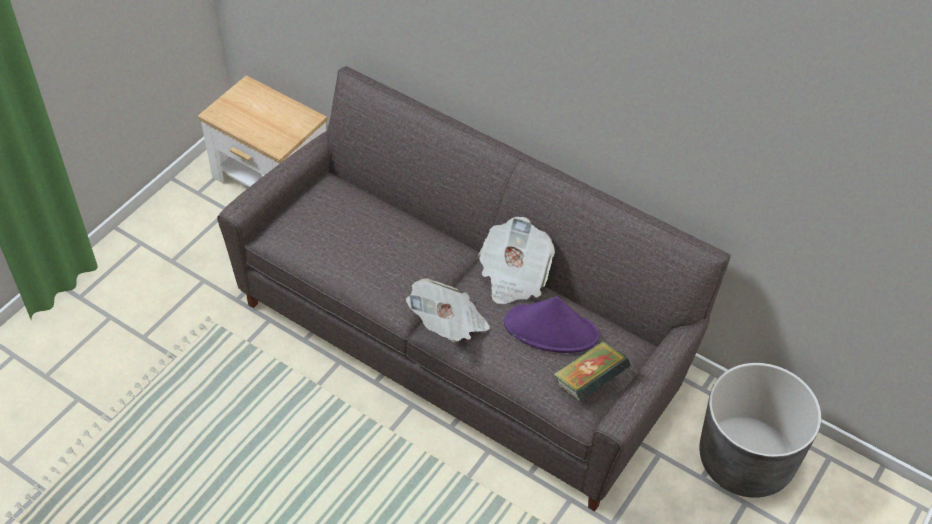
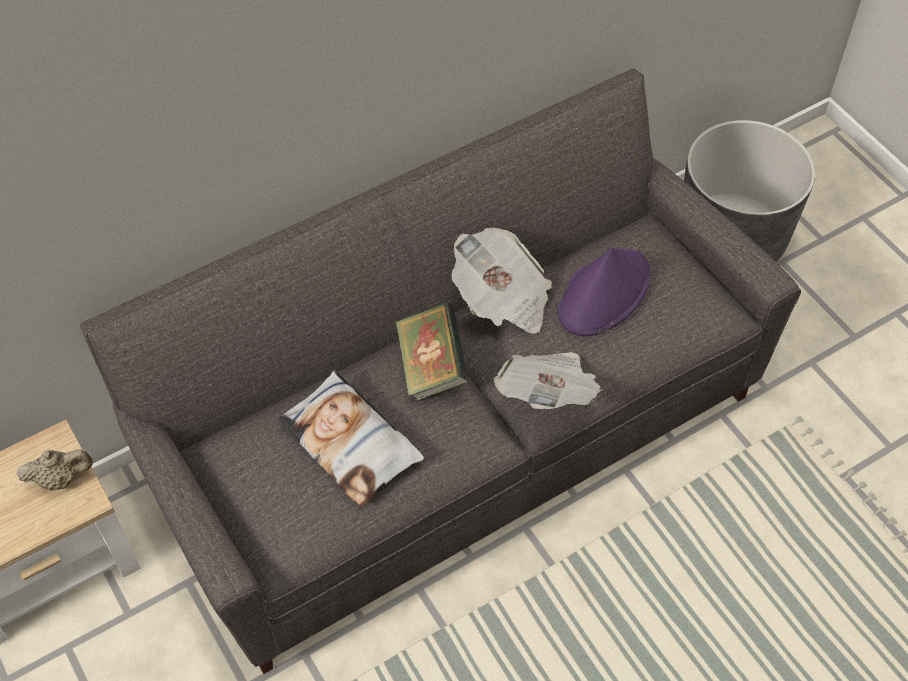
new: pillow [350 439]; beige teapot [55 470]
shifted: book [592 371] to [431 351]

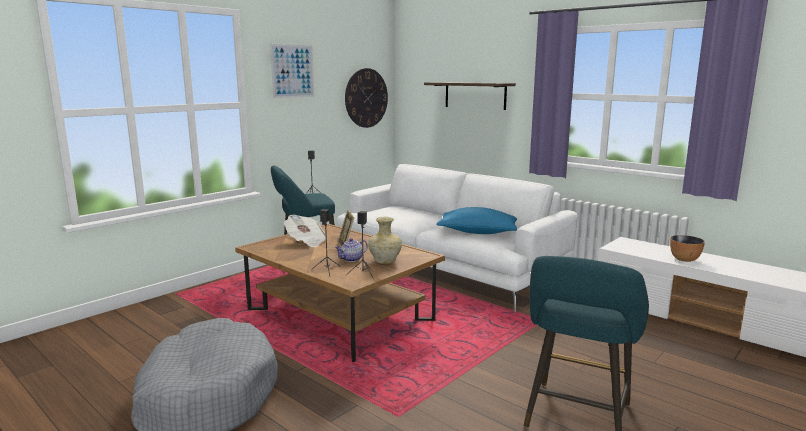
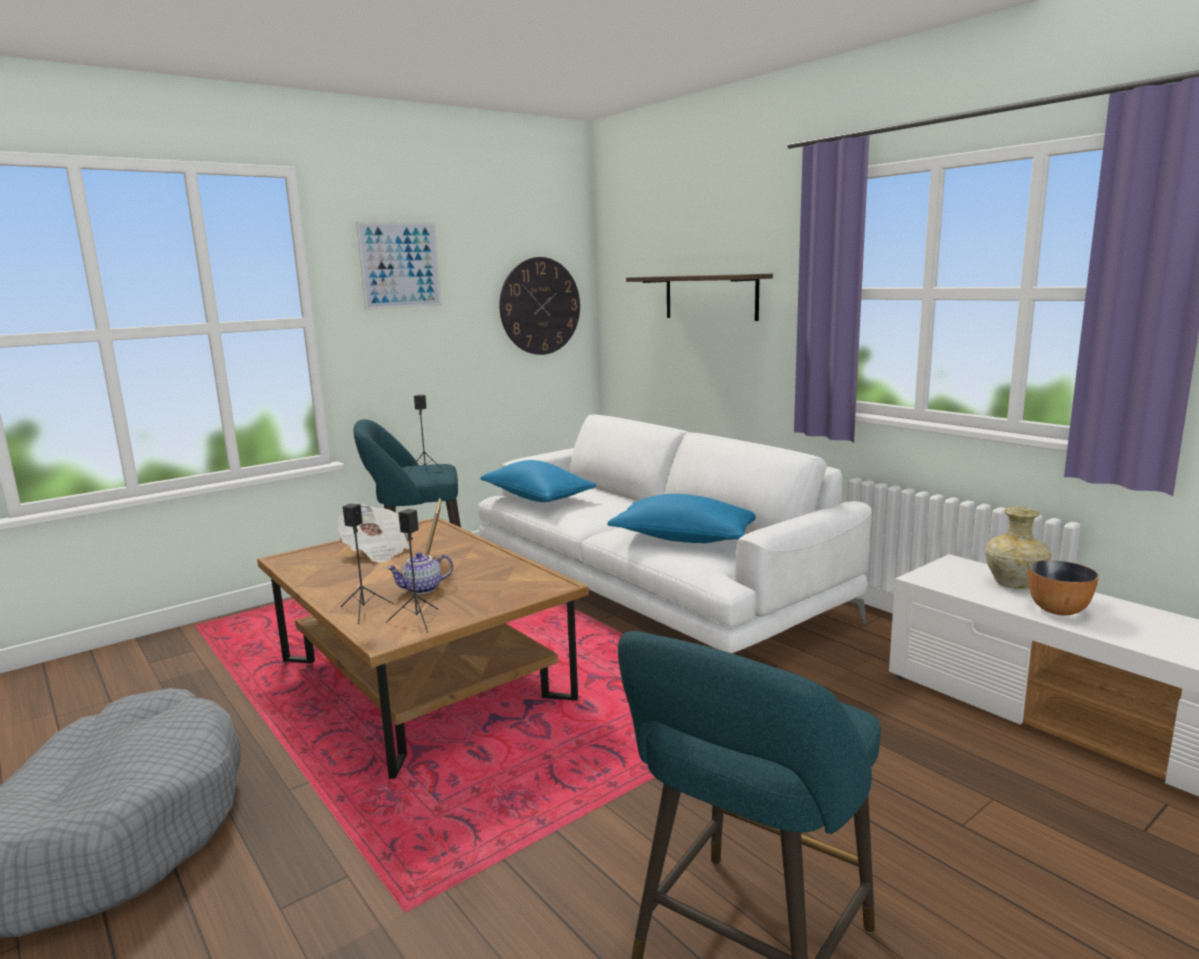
new: blue pillow [538 481]
shifted: beige vase [385 240] to [1018 548]

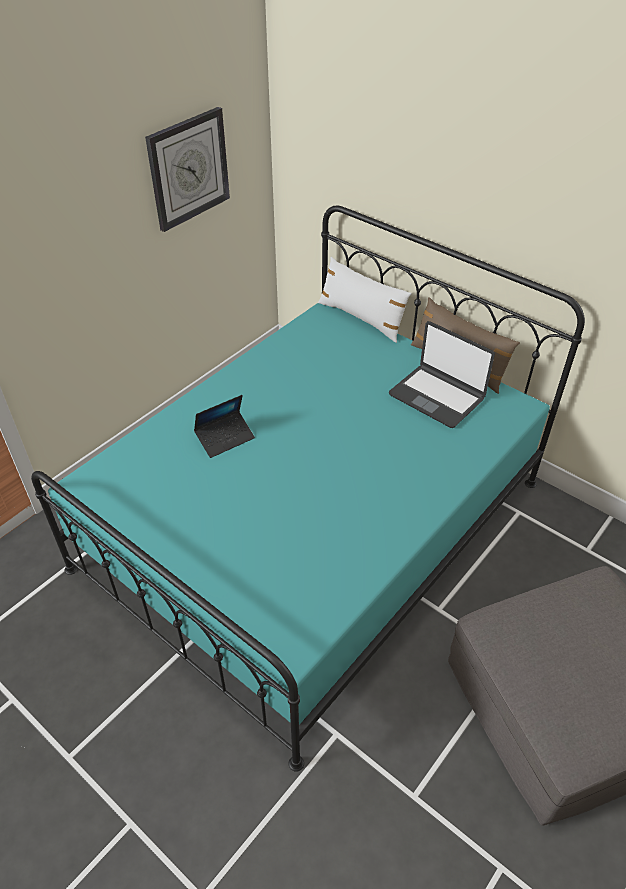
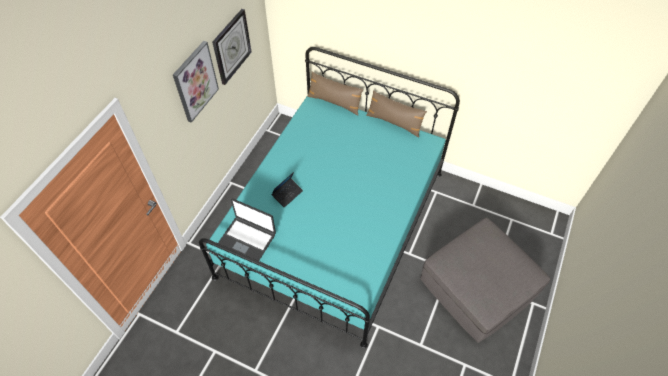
new: picture [196 82]
shifted: laptop [442 374] to [247 230]
repainted: white pillow [365 300] to brown pillow [335 93]

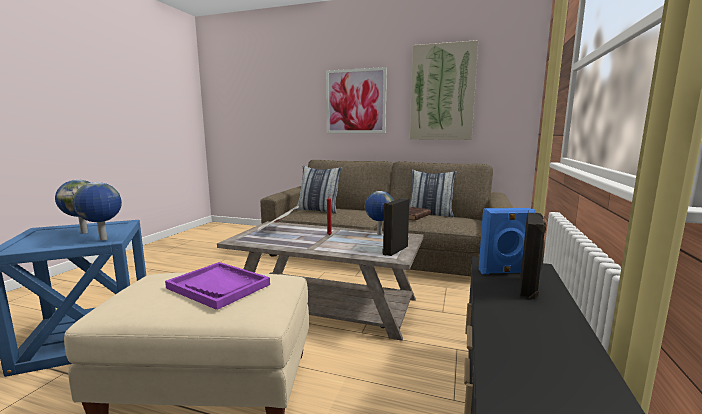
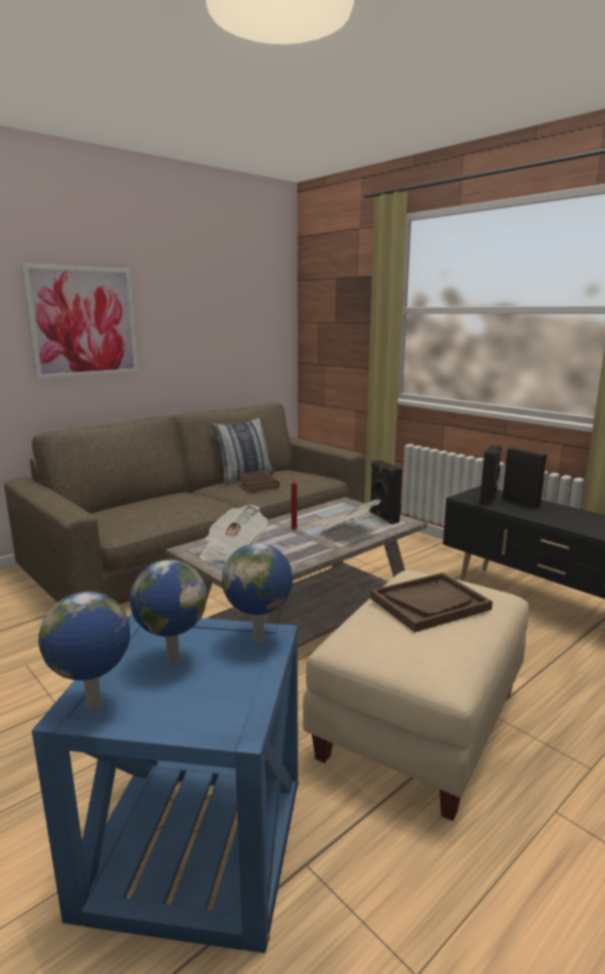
gone: picture [444 90]; pillow [319 189]
new: newspaper [350 515]
shifted: globe [379 213] to [84 650]
repainted: blue speaker [507 241] to black speaker [491 475]; purple tray [217 286] to brown tray [431 602]

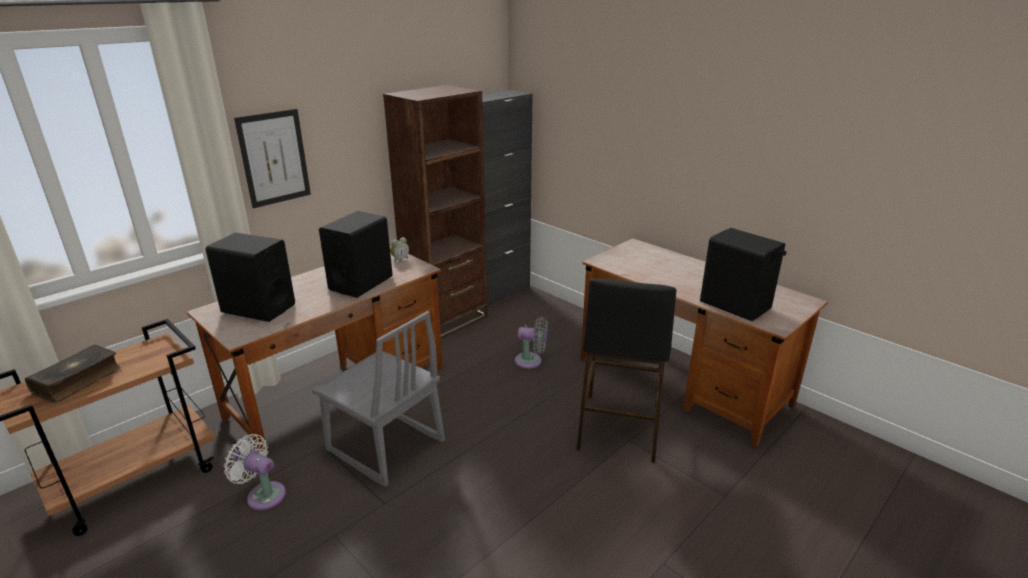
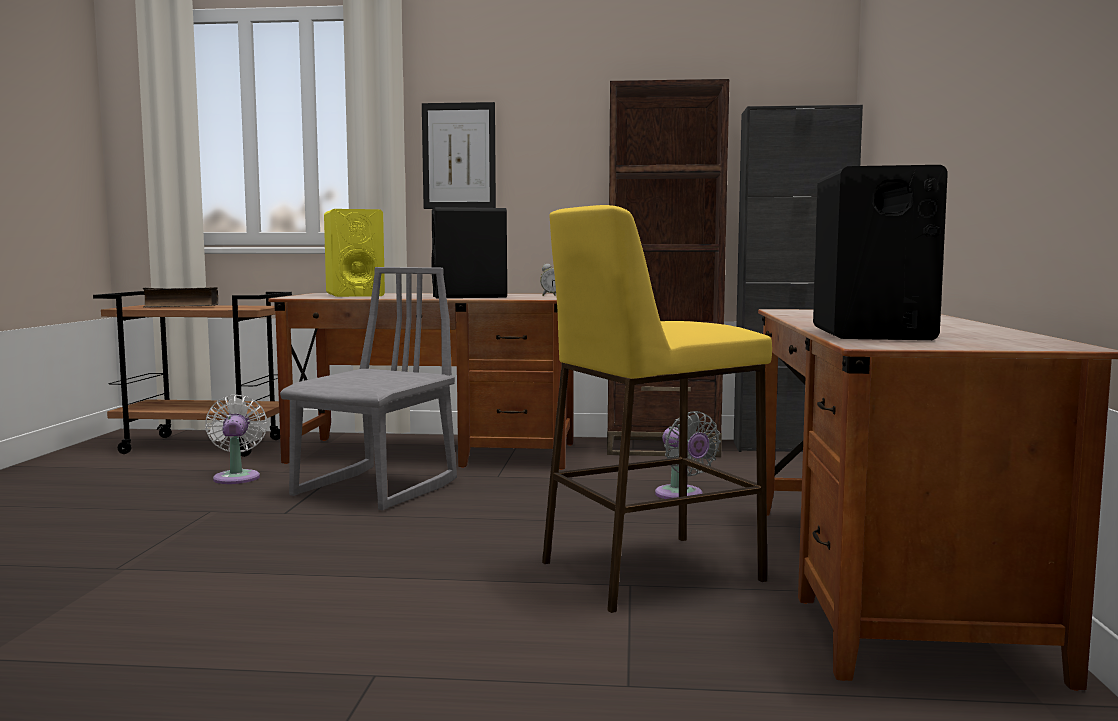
repainted: black speaker [250 277] to yellow speaker [354 253]; black stool [626 370] to yellow stool [657 409]
rotated: grey chair [378 399] = [368 388] 150 degrees counterclockwise

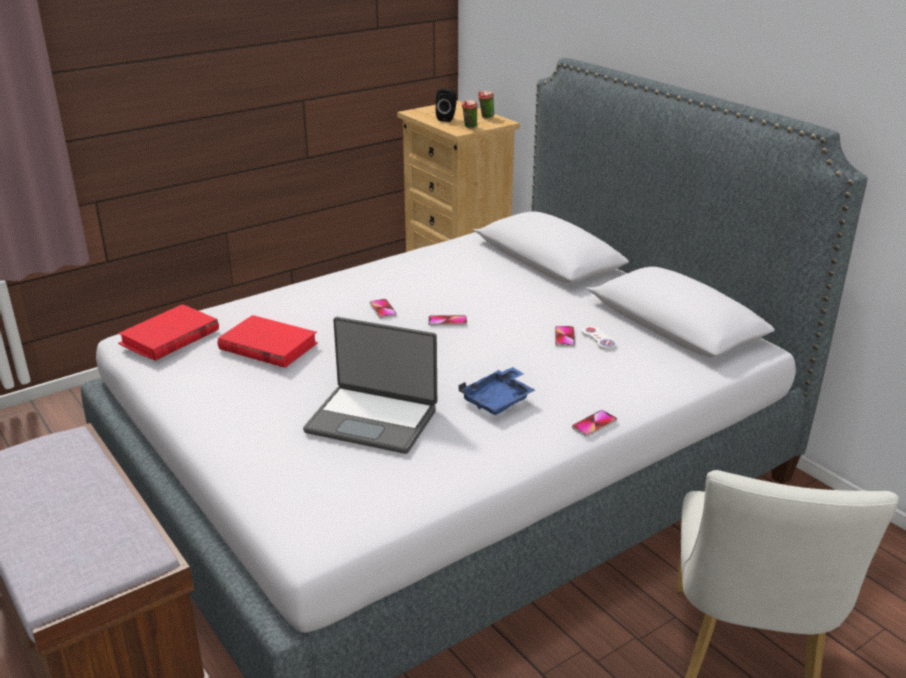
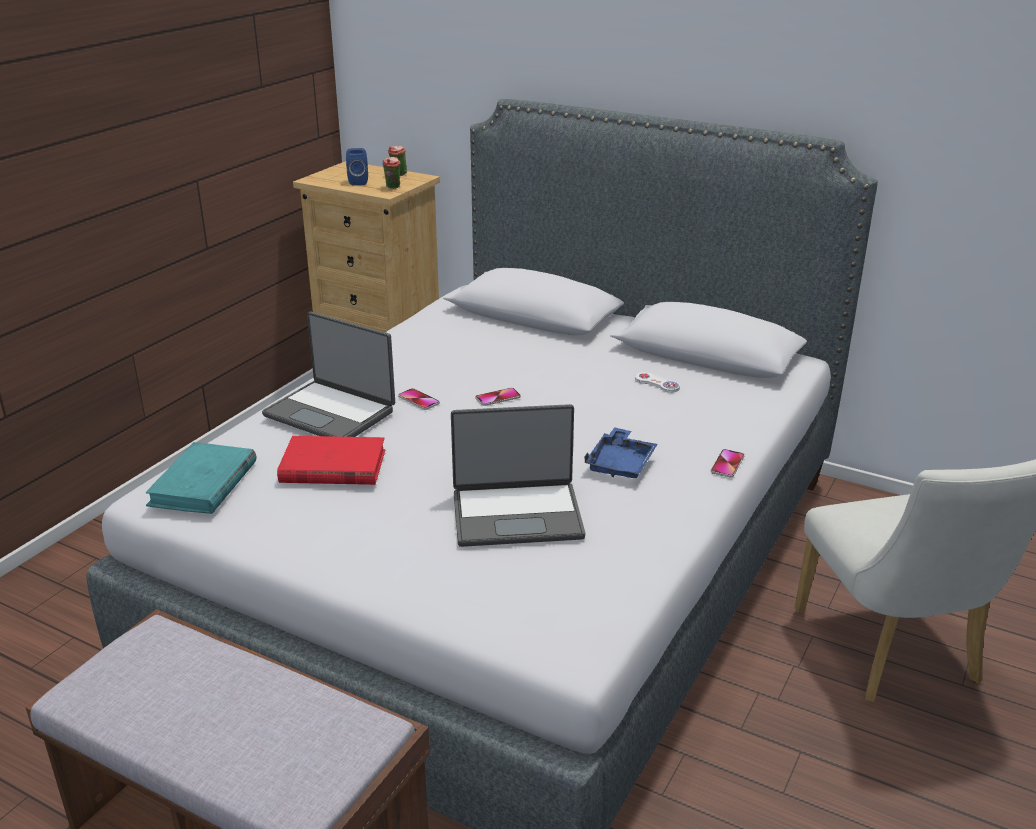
gone: phone [565 336]
new: laptop [328 374]
repainted: black speaker [446 105] to blue speaker [357 166]; red book [168 332] to turquoise book [201 478]

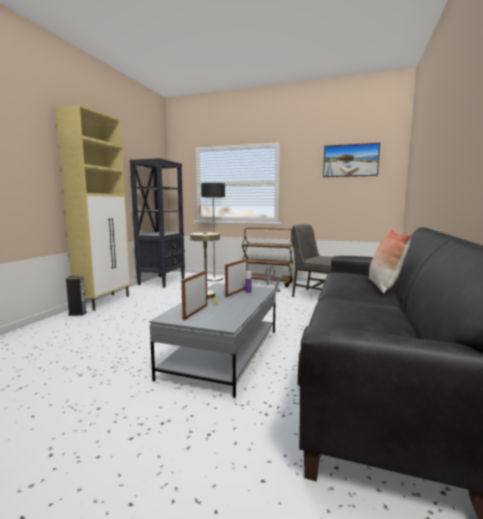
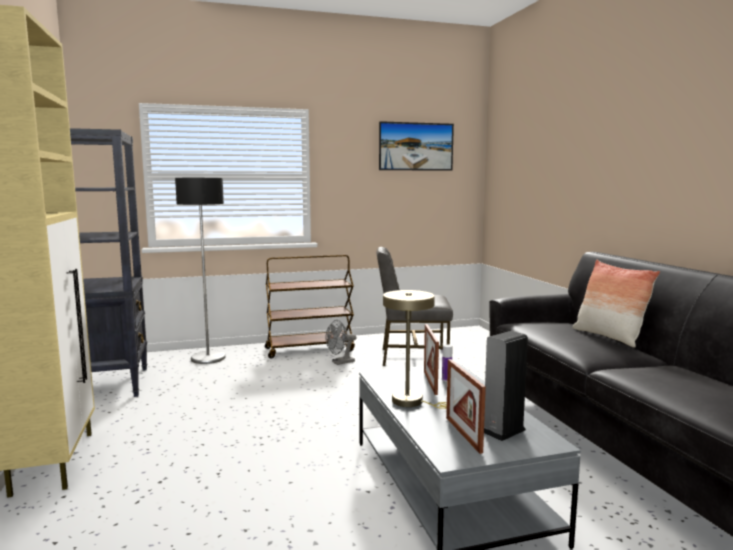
shifted: speaker [76 296] to [506 386]

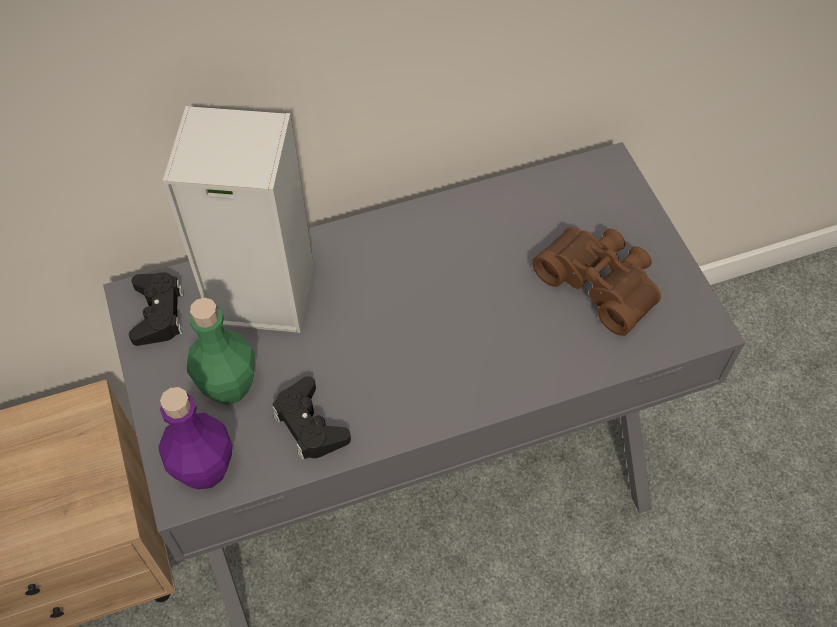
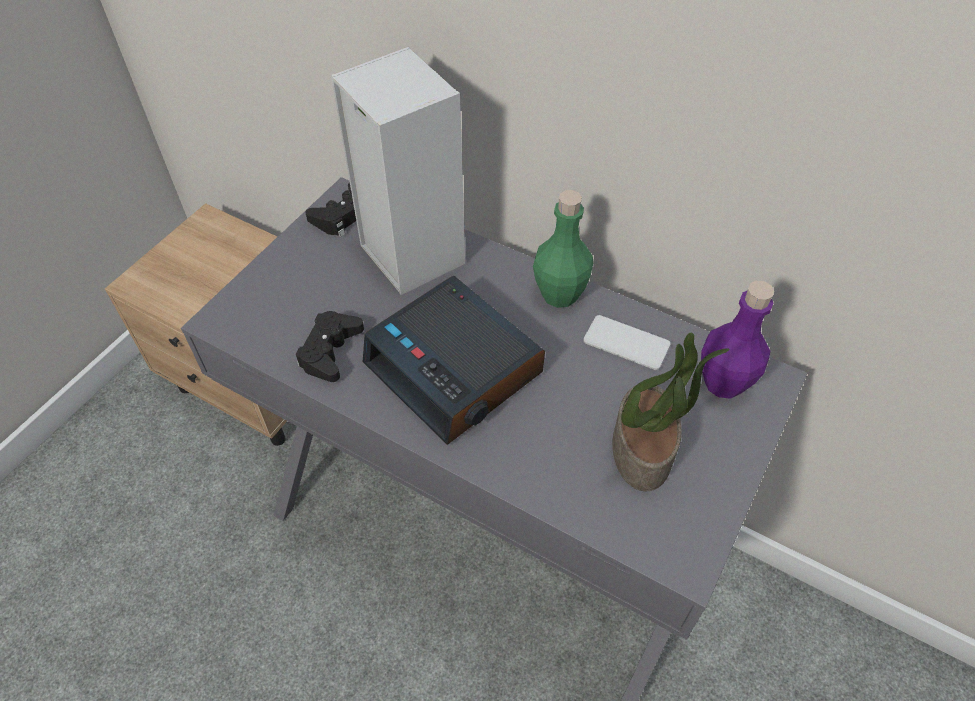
new: alarm clock [454 360]; phone [627 342]
shifted: green bottle [221 351] to [563 249]; purple bottle [195 438] to [737 340]
swapped: brown binoculars [596 281] to potted plant [671 412]

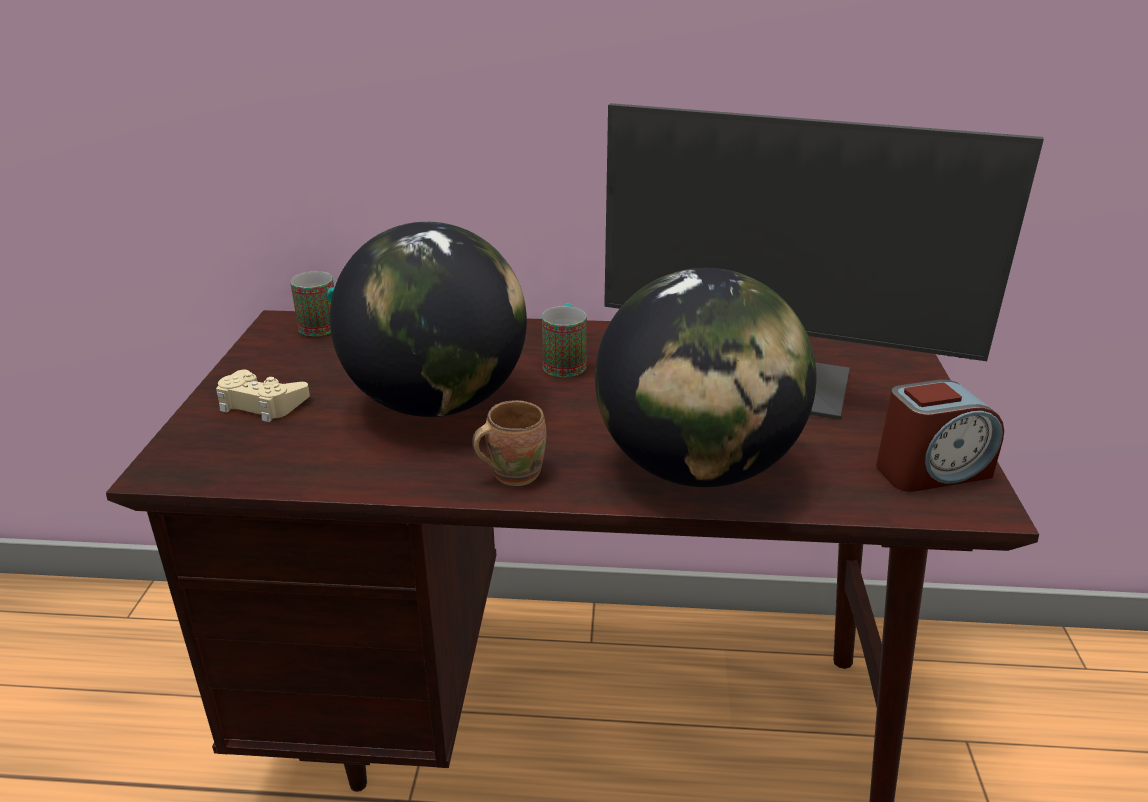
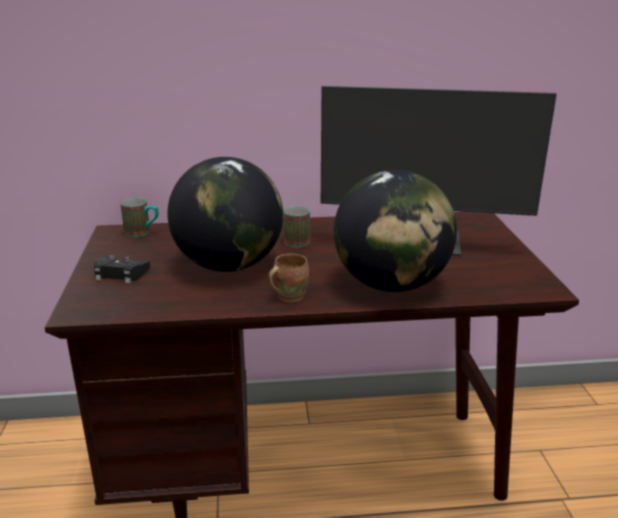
gone: alarm clock [940 436]
repainted: beige game controller [263 396] to black game controller [122 269]

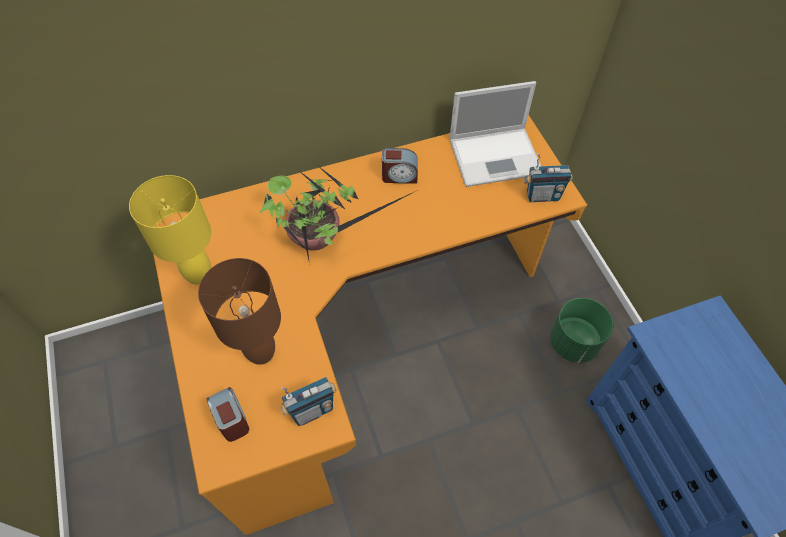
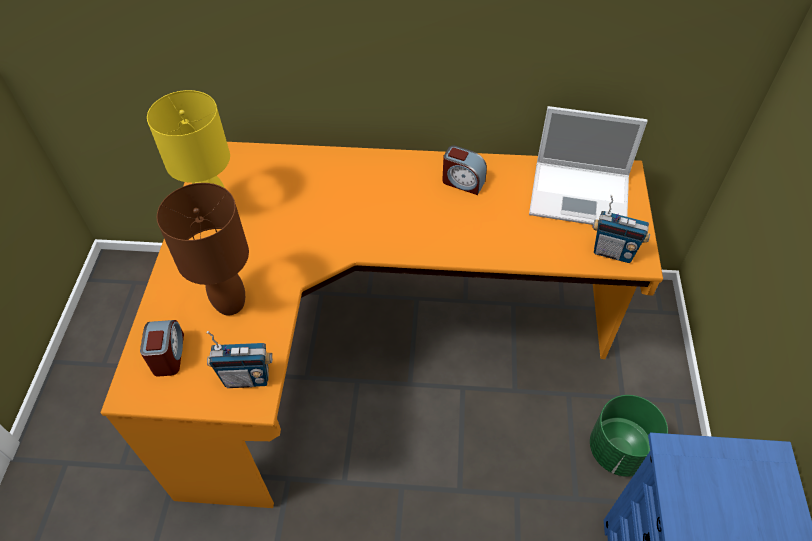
gone: potted plant [338 212]

